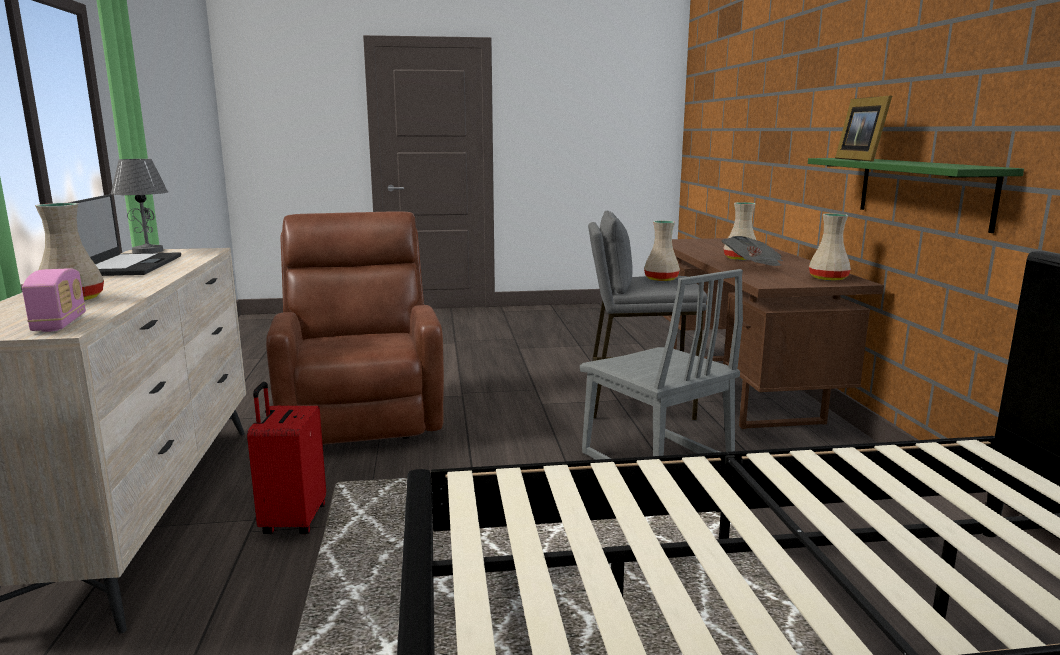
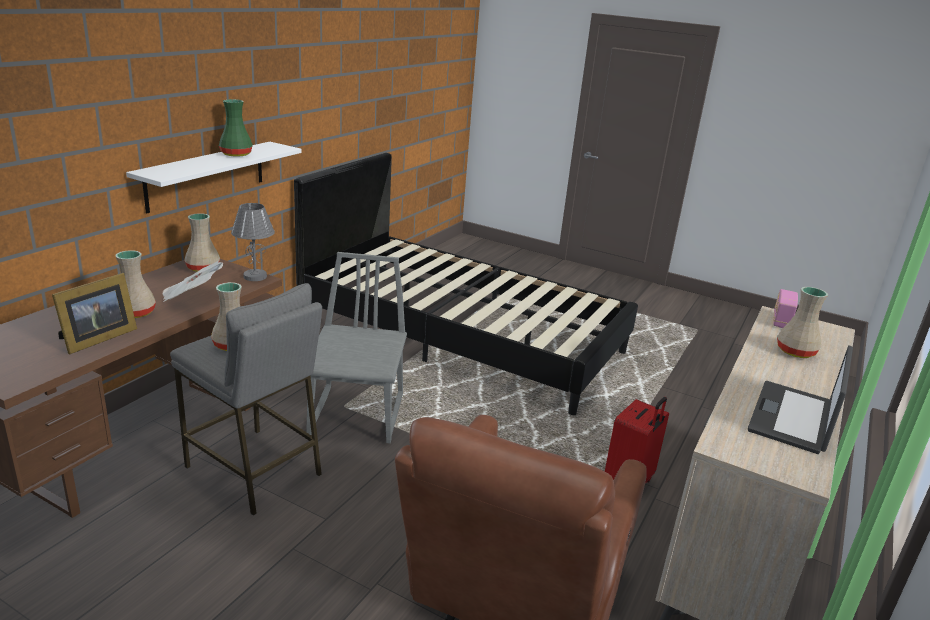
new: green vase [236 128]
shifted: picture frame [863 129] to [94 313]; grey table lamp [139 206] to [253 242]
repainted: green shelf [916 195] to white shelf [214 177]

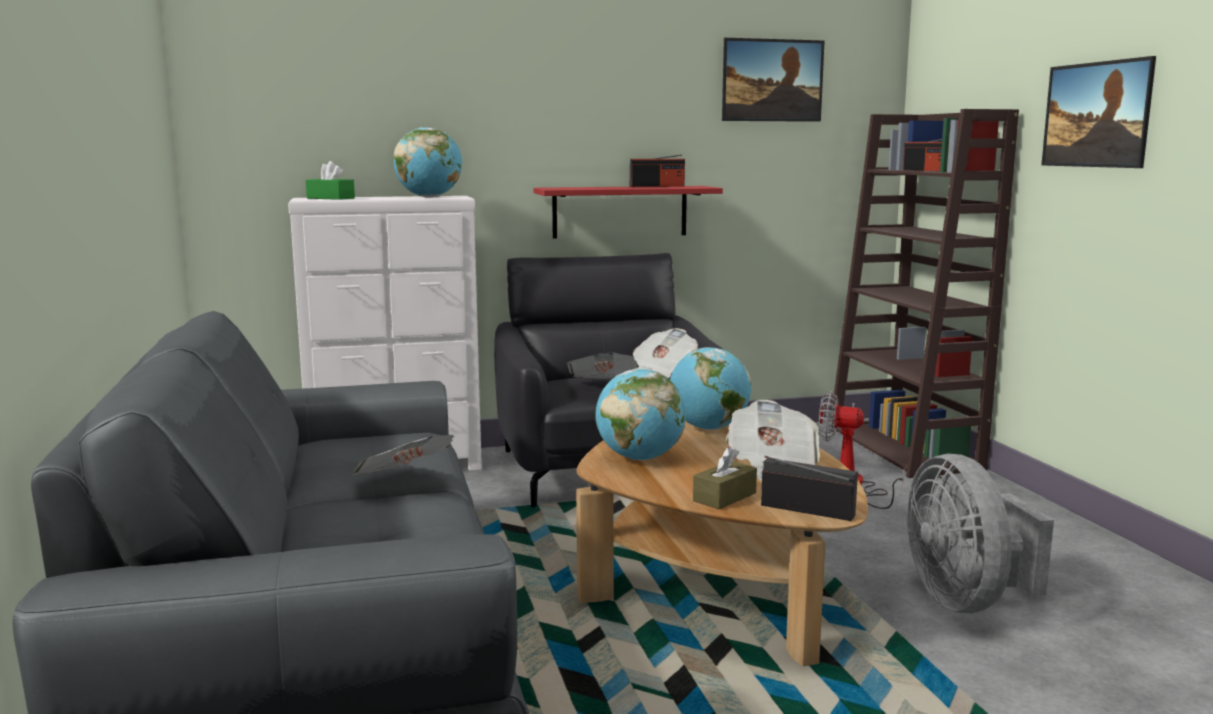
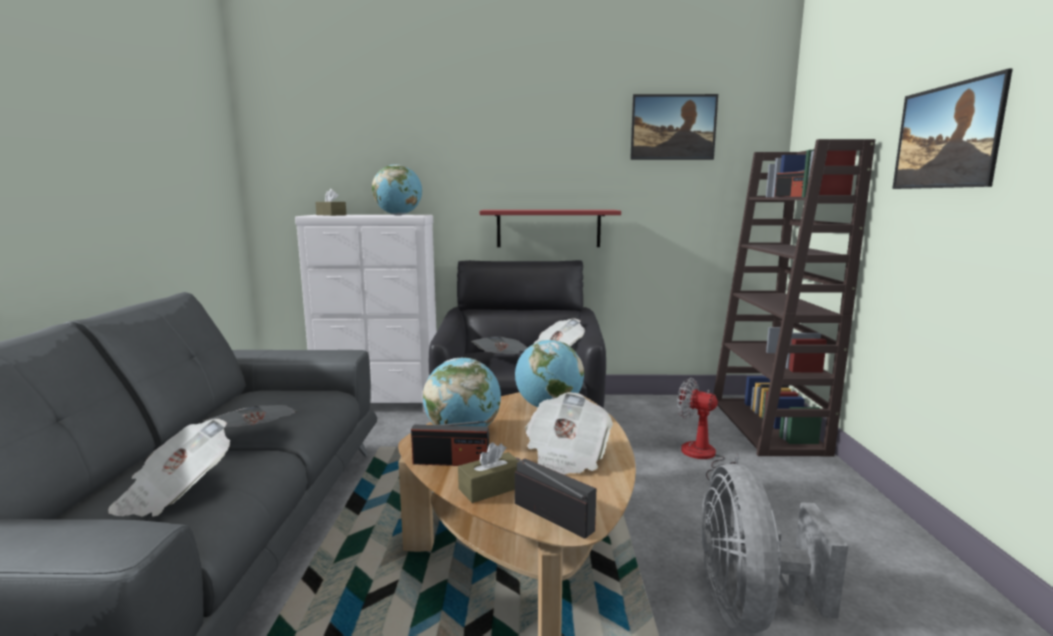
new: newspaper [169 468]
shifted: radio [657 170] to [450 443]
repainted: green tissue box [330 180] to brown tissue box [330 202]

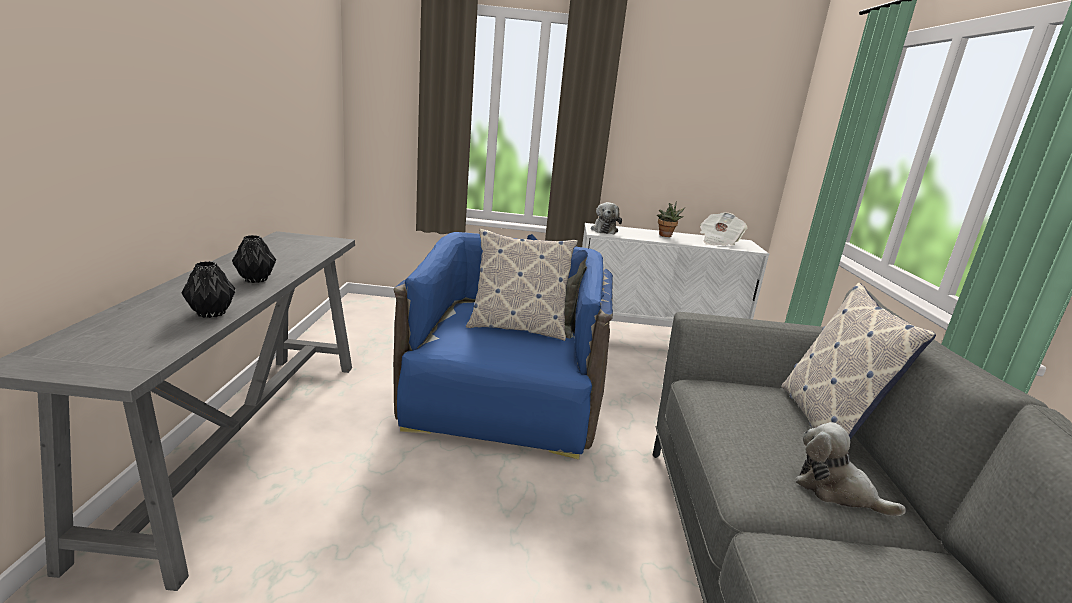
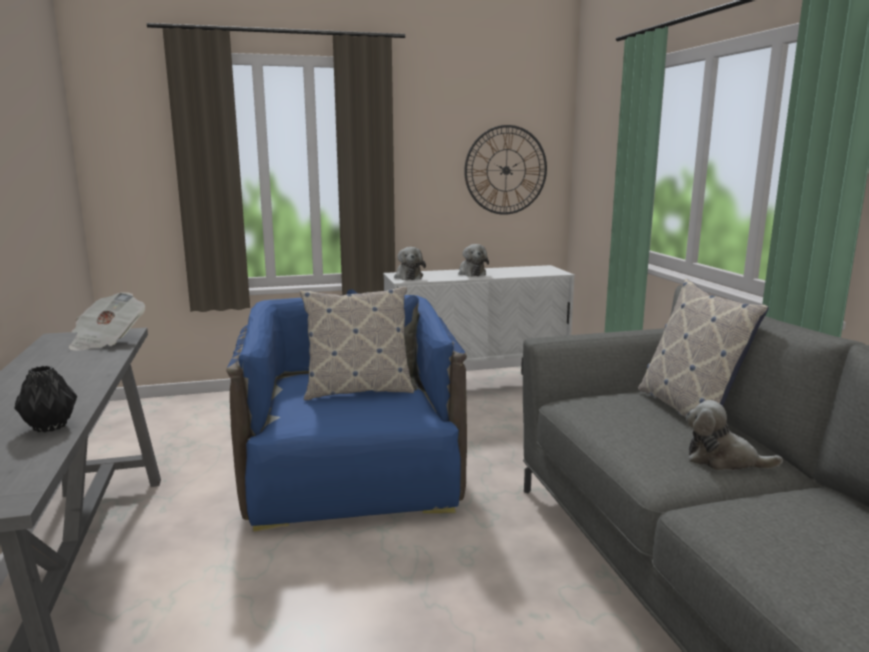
gone: black vase [254 259]
new: wall clock [505 170]
shifted: newspaper [724 229] to [107 321]
swapped: potted plant [671 219] to plush toy [474 260]

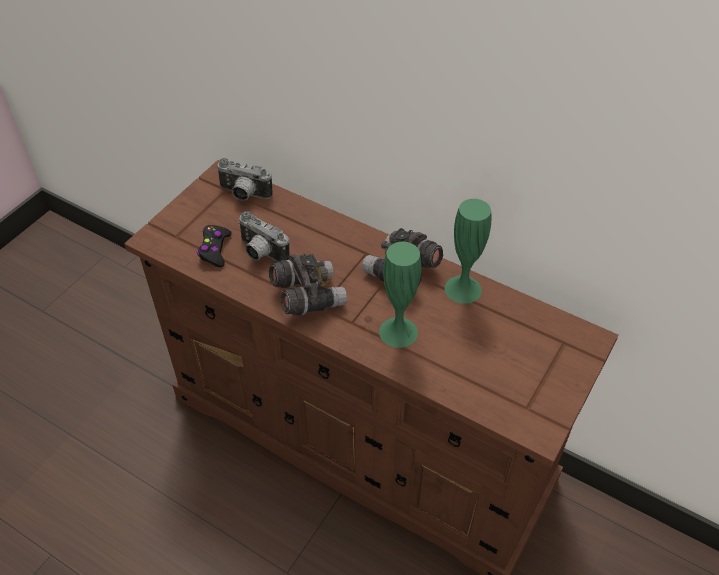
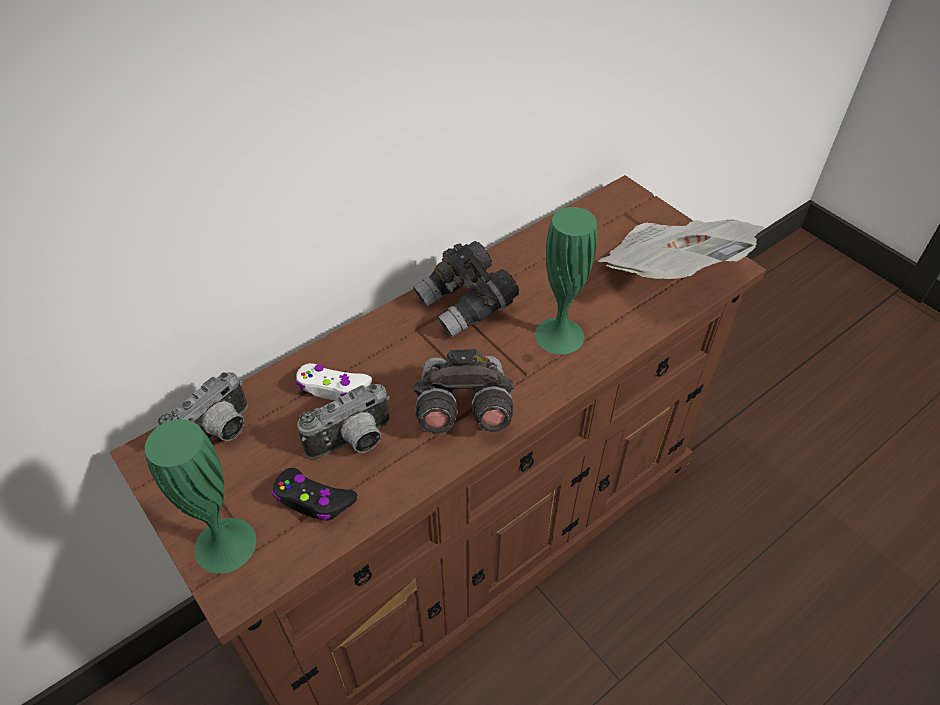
new: newspaper [681 249]; white game controller [334 381]
shifted: green vase [468 251] to [200 496]

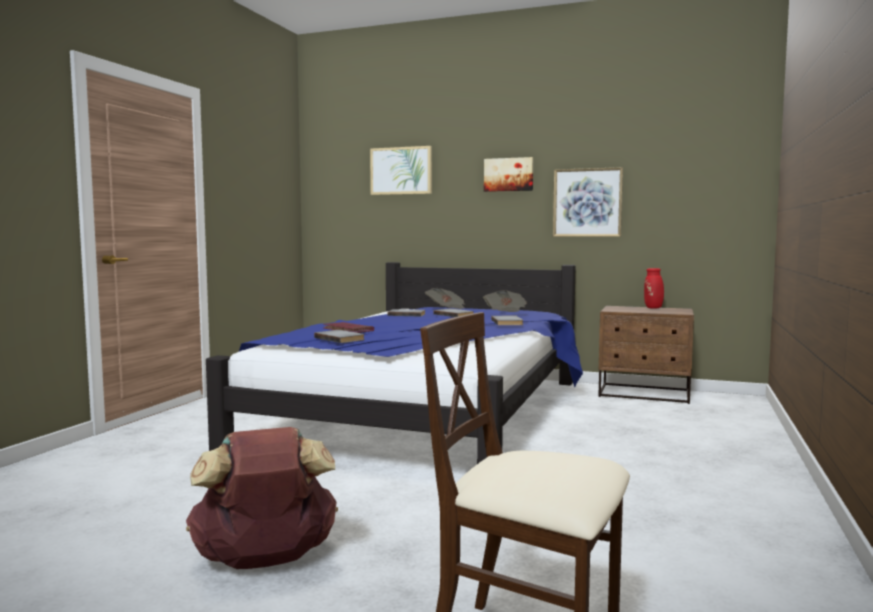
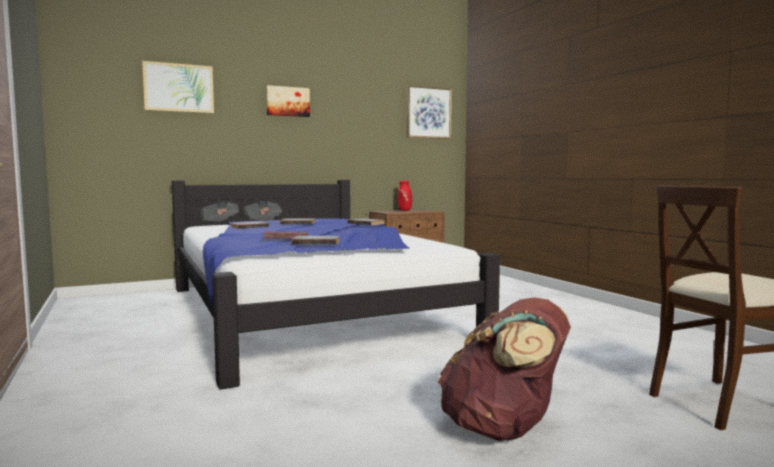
shifted: picture [588 202] to [429 112]; newspaper [505 301] to [220 211]

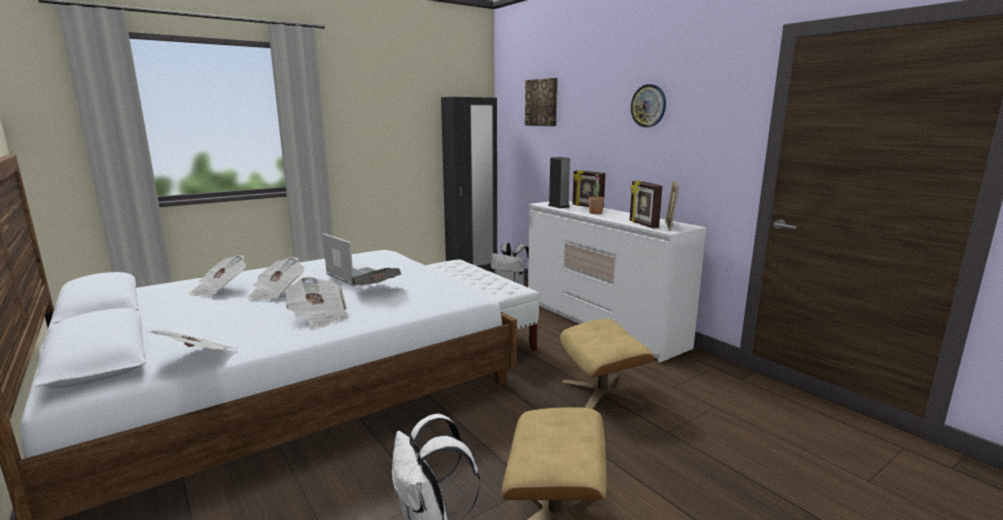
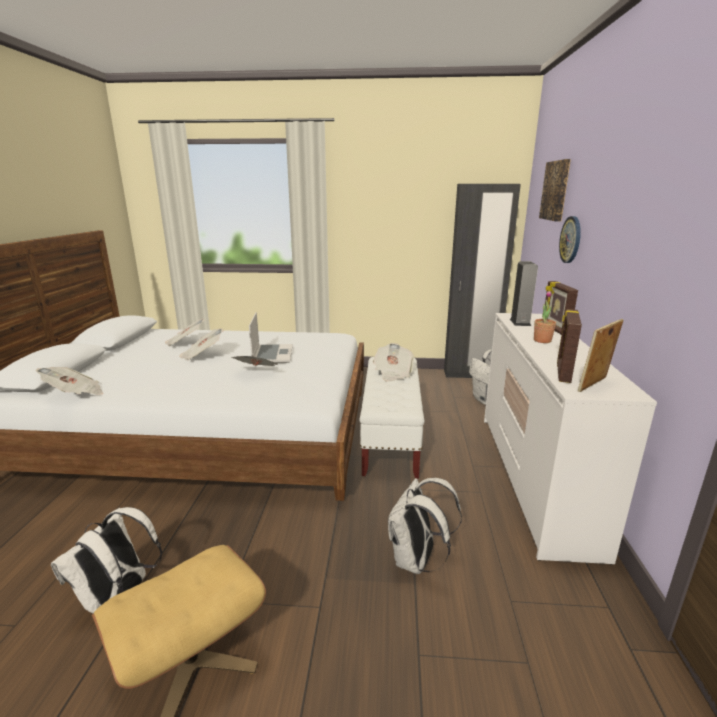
shifted: wall clock [648 105] to [570 239]; newspaper [316 302] to [394 362]
swapped: beige ottoman [607 364] to white backpack [425 526]

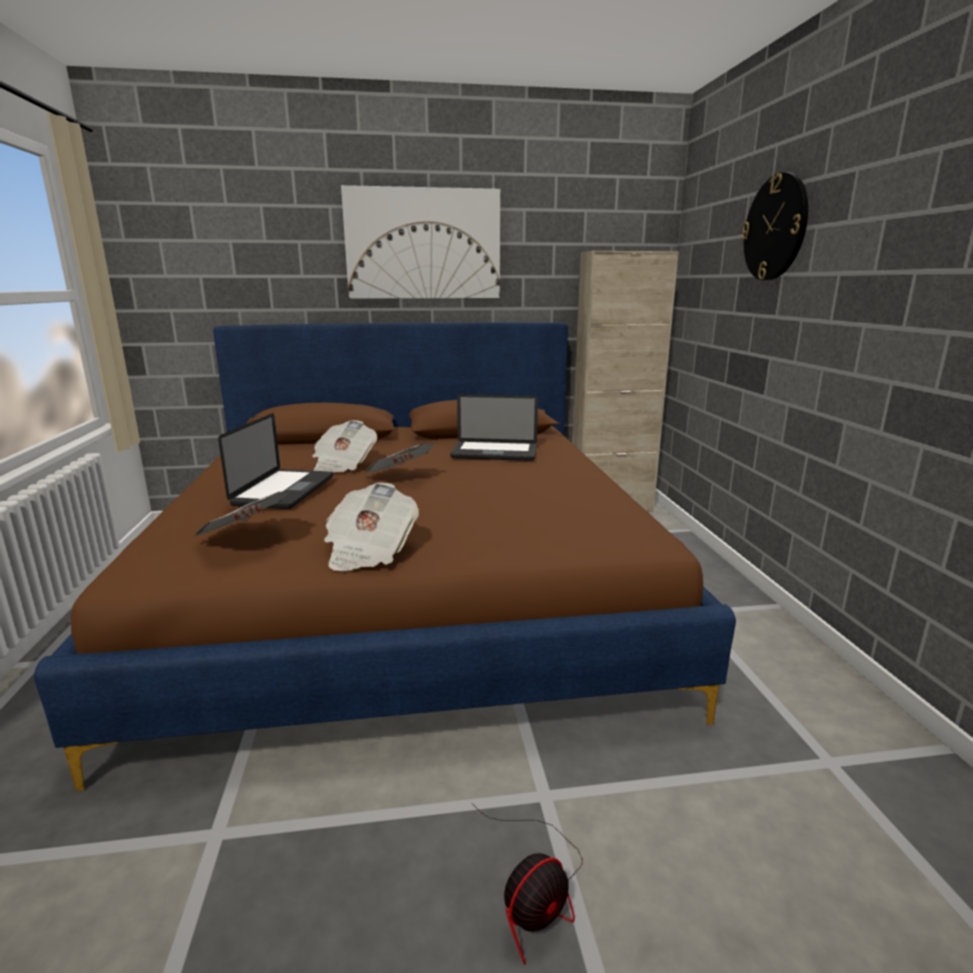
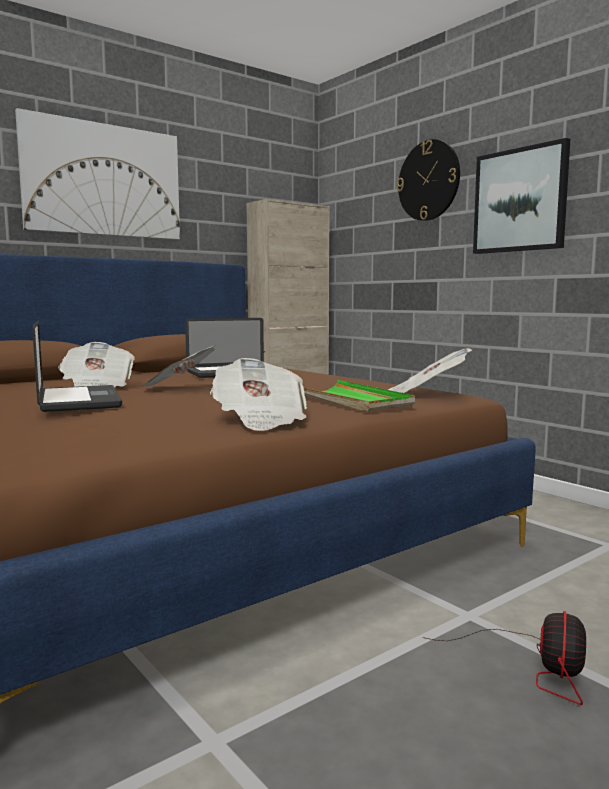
new: picture [521 196]; green tray [359 396]
shifted: newspaper [241 513] to [430 370]

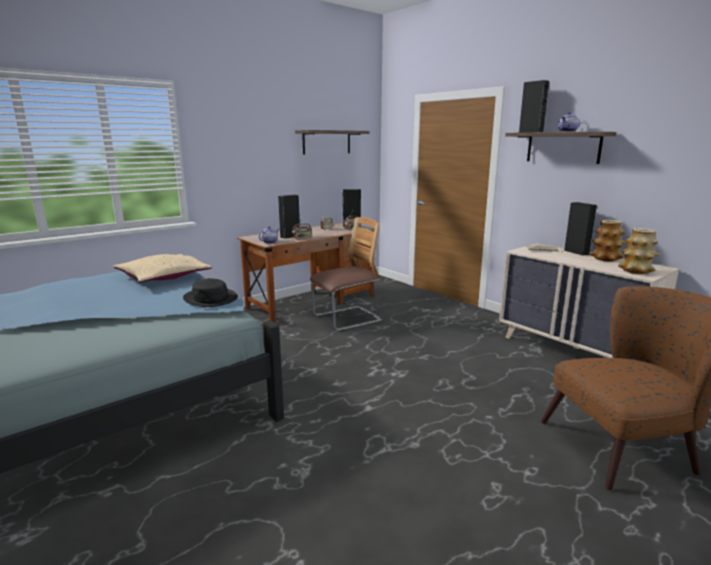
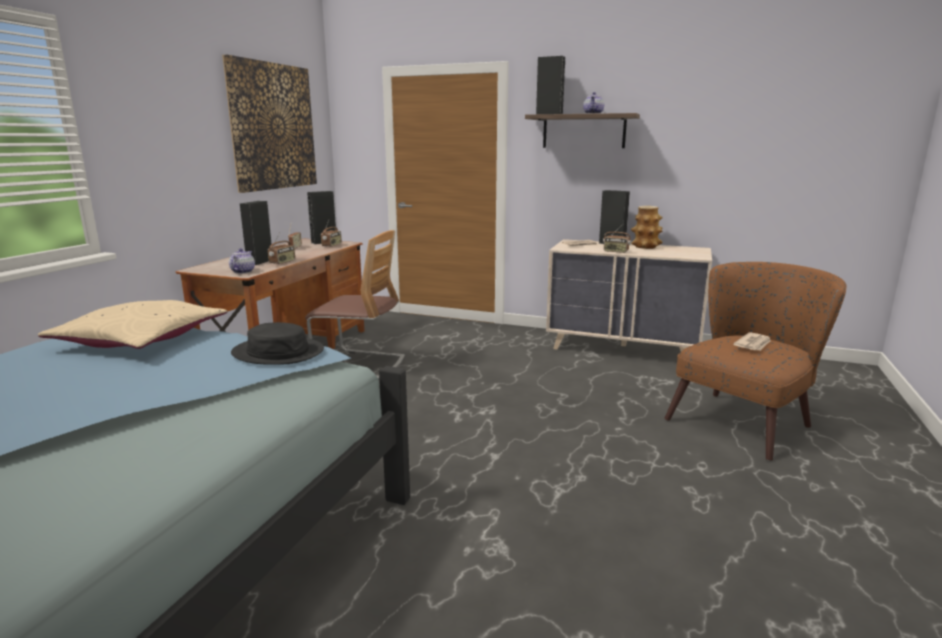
gone: vase [639 251]
new: radio [617 238]; newspaper [752 341]
swapped: shelf [332 142] to picture [269 123]
rotated: chair [346 274] = [355 304] 75 degrees clockwise

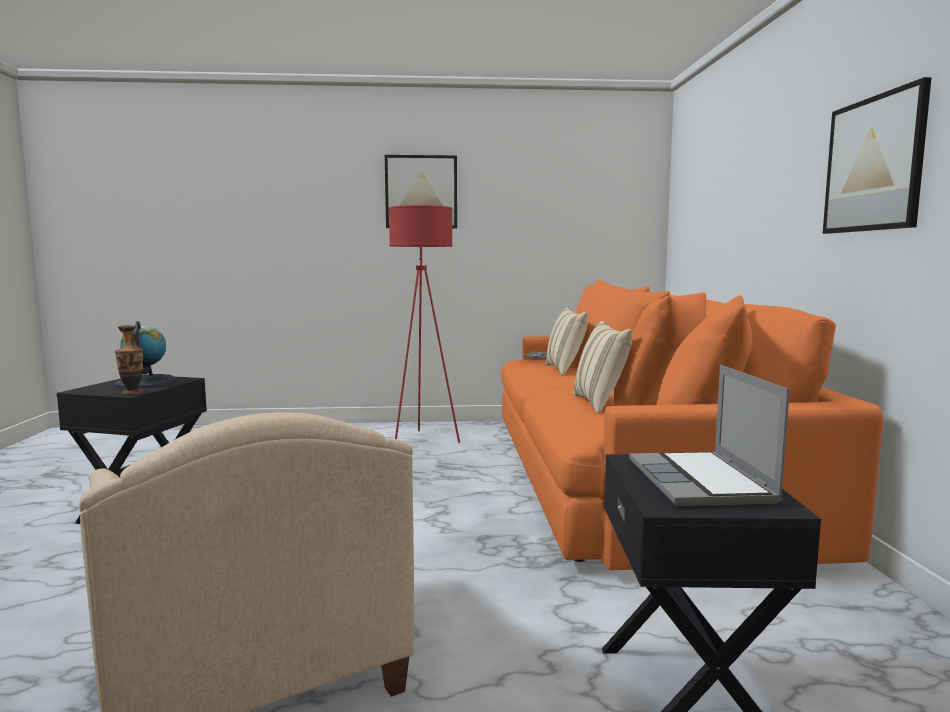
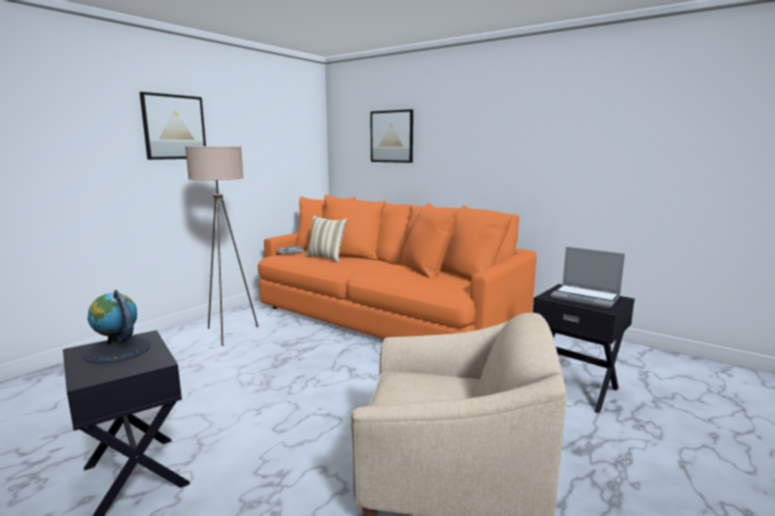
gone: beige pillow [603 367]; vase [129 360]
shifted: picture [877 155] to [391 136]
repainted: red floor lamp [424 324] to beige floor lamp [221 246]

